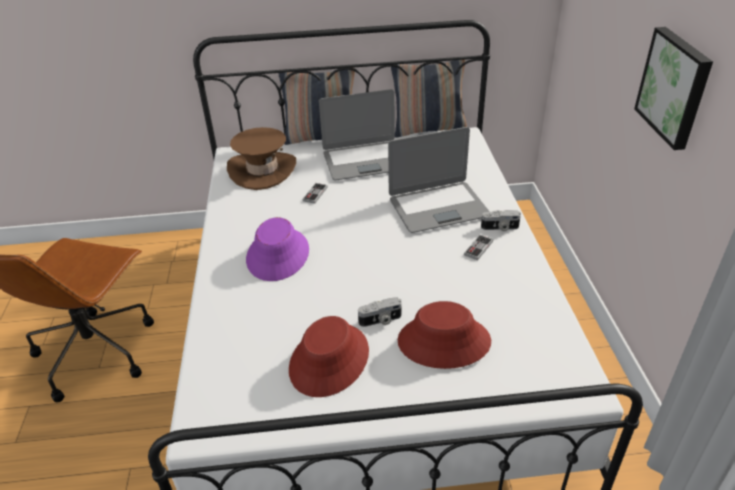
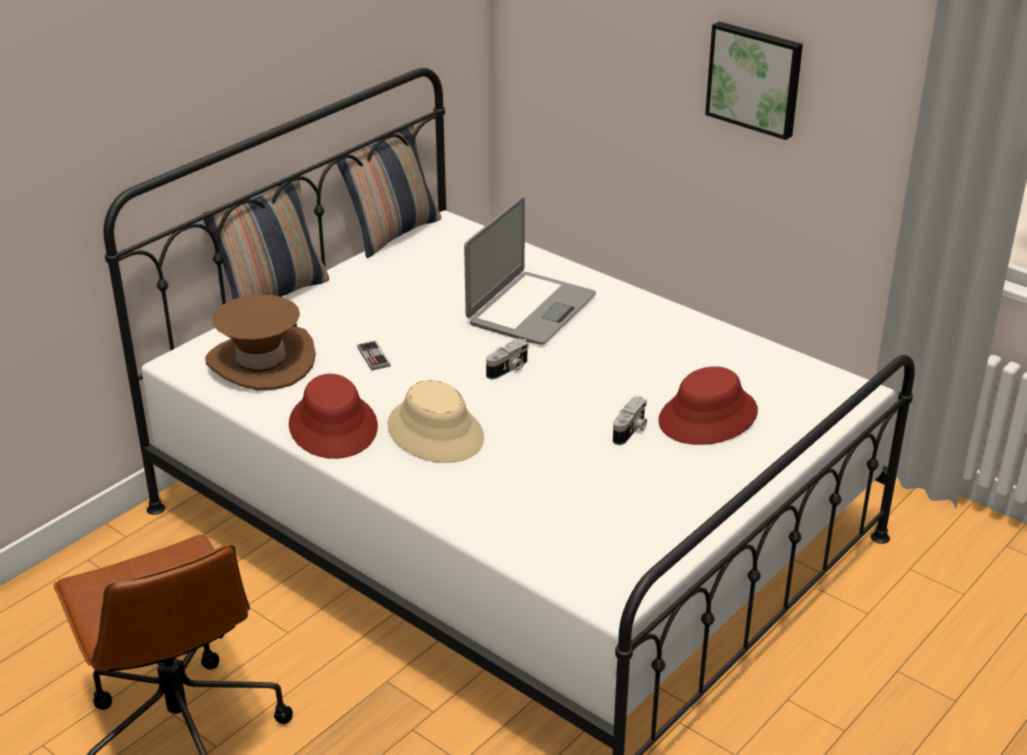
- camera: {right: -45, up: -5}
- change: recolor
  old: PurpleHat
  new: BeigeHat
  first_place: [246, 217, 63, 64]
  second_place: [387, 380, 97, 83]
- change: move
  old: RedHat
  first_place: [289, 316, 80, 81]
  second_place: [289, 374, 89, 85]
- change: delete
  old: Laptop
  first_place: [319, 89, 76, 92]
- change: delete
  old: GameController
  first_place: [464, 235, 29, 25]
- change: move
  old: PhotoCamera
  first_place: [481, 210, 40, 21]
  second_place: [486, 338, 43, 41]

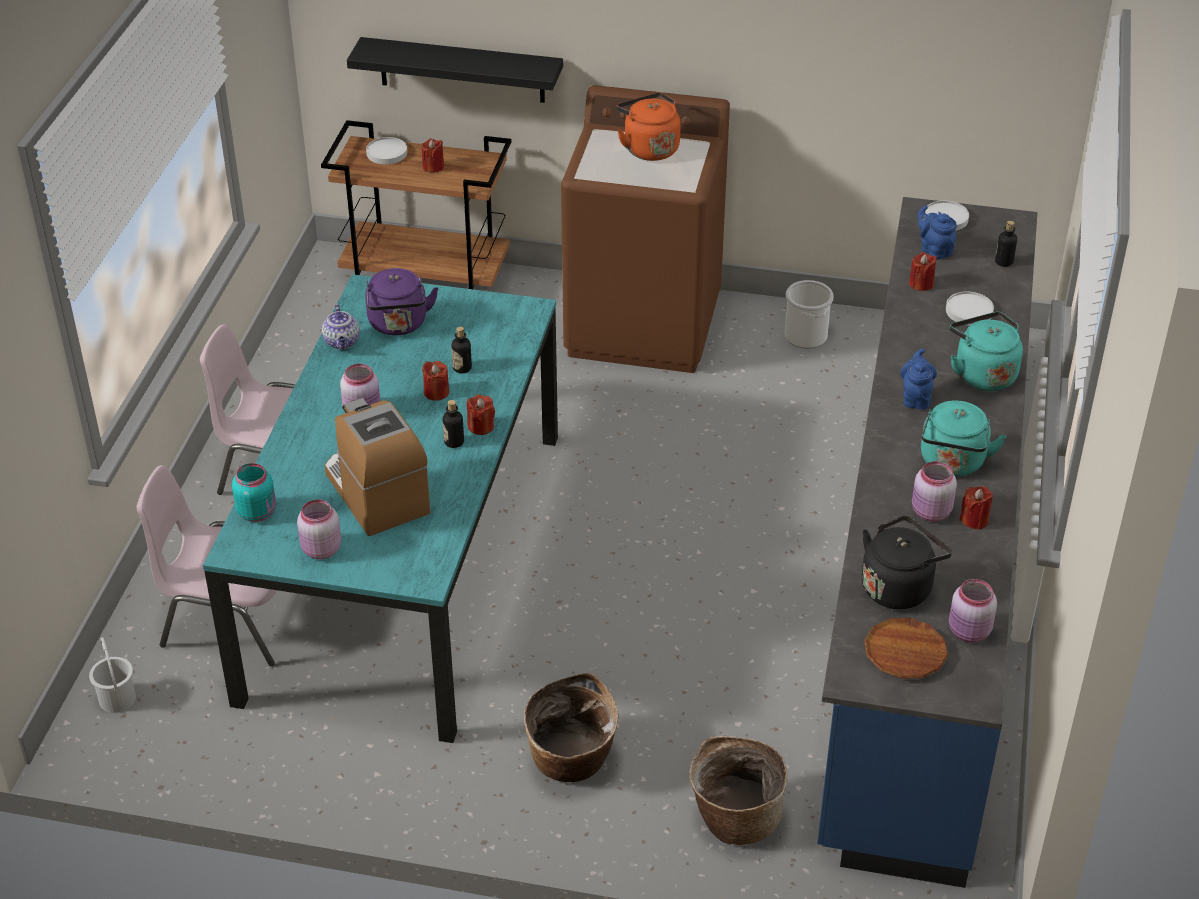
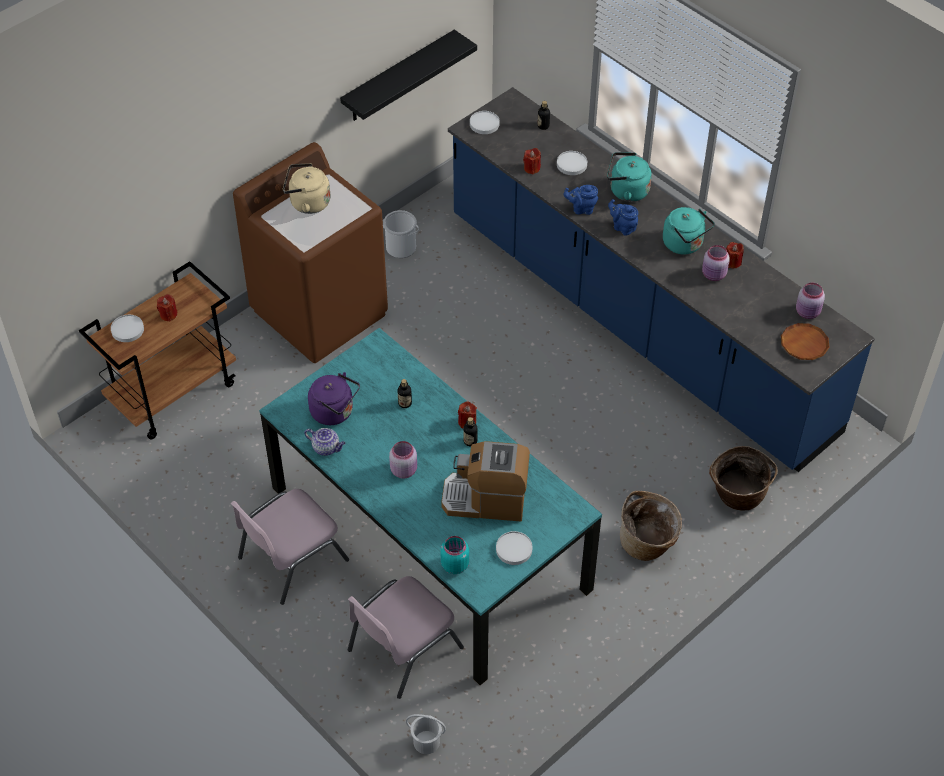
- camera: {right: -55, up: 10}
- change: replace
  old: PinkJar
  new: WhitePlate
  first_place: [297, 500, 44, 59]
  second_place: [496, 531, 36, 34]
- change: move
  old: BlackShelf
  first_place: [347, 37, 216, 66]
  second_place: [340, 29, 137, 92]
- change: delete
  old: RedCandle
  first_place: [422, 361, 27, 40]
- change: recolor
  old: OrangeKettle
  new: BeigeKettle
  first_place: [616, 92, 65, 69]
  second_place: [283, 163, 48, 51]
- change: delete
  old: BlackKettle
  first_place: [862, 516, 90, 93]
- change: move
  old: BlueTeapot
  first_place: [918, 205, 39, 54]
  second_place: [564, 185, 34, 30]

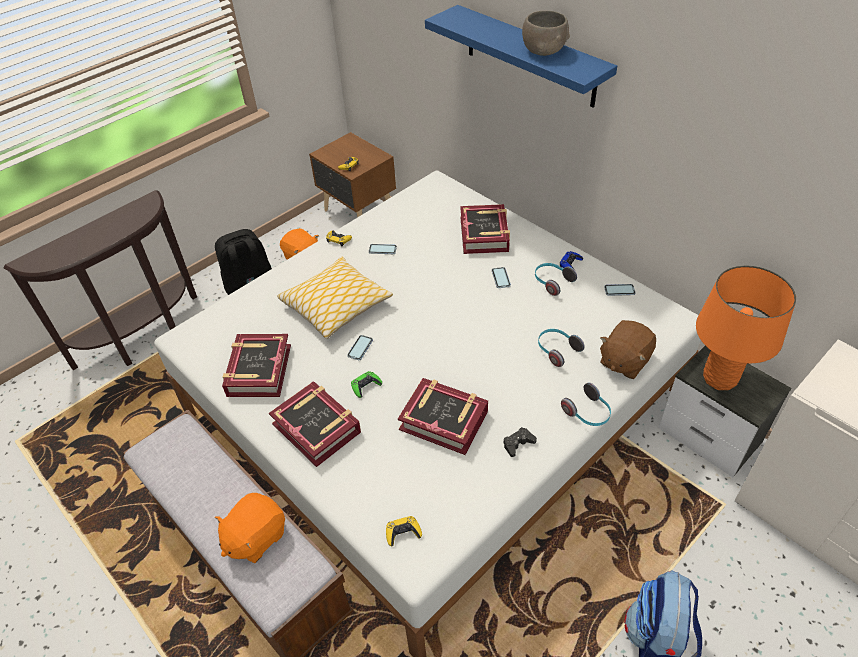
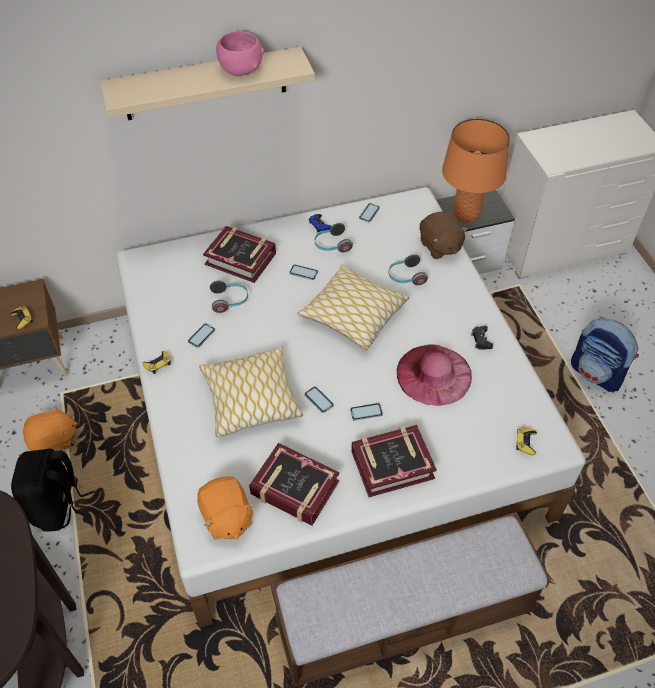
- camera: {right: -65, up: 5}
- change: move
  old: OrangePlushToy
  first_place: [215, 493, 70, 70]
  second_place: [197, 476, 58, 64]
- change: replace
  old: GreenGameController
  new: Phone
  first_place: [351, 371, 31, 27]
  second_place: [350, 403, 33, 18]
- change: replace
  old: Book
  new: PinkHat
  first_place: [398, 378, 90, 77]
  second_place: [397, 344, 75, 62]
- change: recolor
  old: BlueShelf
  new: BeigeShelf
  first_place: [425, 5, 192, 103]
  second_place: [100, 47, 215, 73]
- change: recolor
  old: GreyBowl
  new: PinkBowl
  first_place: [522, 11, 48, 45]
  second_place: [216, 31, 48, 45]
- change: move
  old: Headphones
  first_place: [561, 383, 50, 43]
  second_place: [210, 281, 38, 32]
- change: insert
  new: Pillow
  second_place: [297, 264, 112, 86]

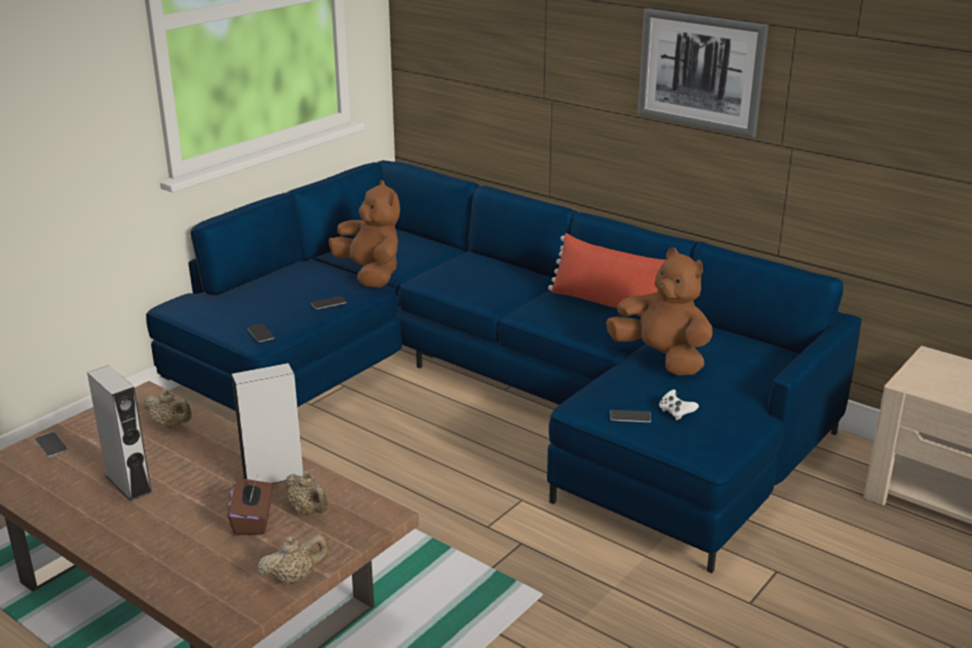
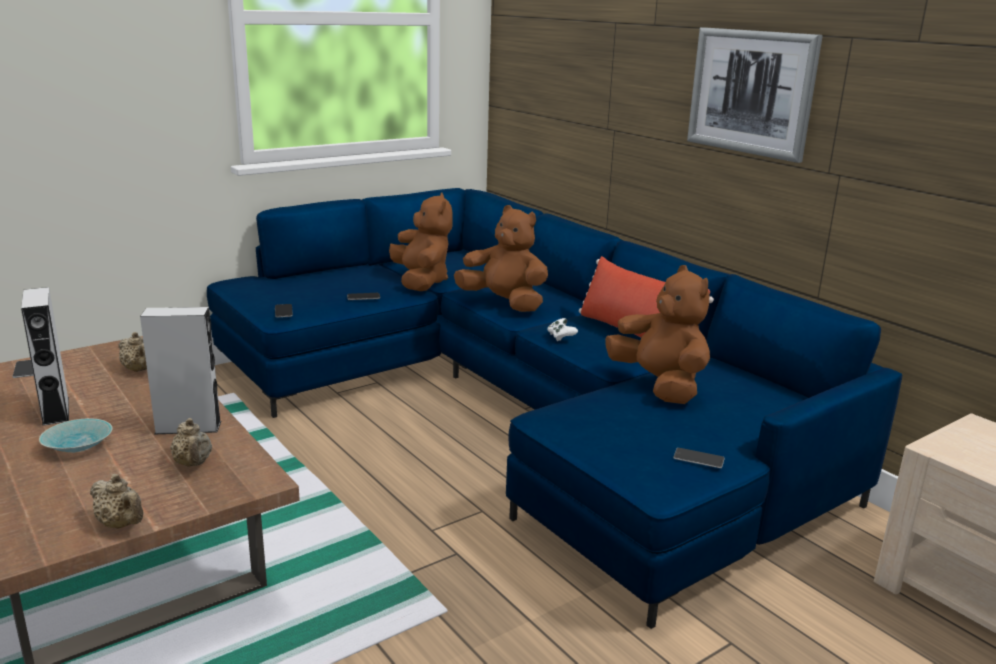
- camera: {right: 15, up: -5}
- change: delete
  old: BrownTissueBox
  first_place: [228, 478, 45, 57]
- change: rotate
  old: BeigeTeapot
  first_place: [257, 535, 72, 50]
  second_place: [90, 474, 53, 54]
  degrees: 45
- change: move
  old: Phone
  first_place: [610, 410, 41, 12]
  second_place: [673, 448, 52, 20]
- change: move
  old: WhiteGameController
  first_place: [659, 390, 40, 30]
  second_place: [547, 318, 31, 23]
- change: insert
  new: TurquoiseBowl
  second_place: [39, 418, 74, 35]
- change: insert
  new: BrownPlushToy
  second_place: [454, 205, 94, 107]

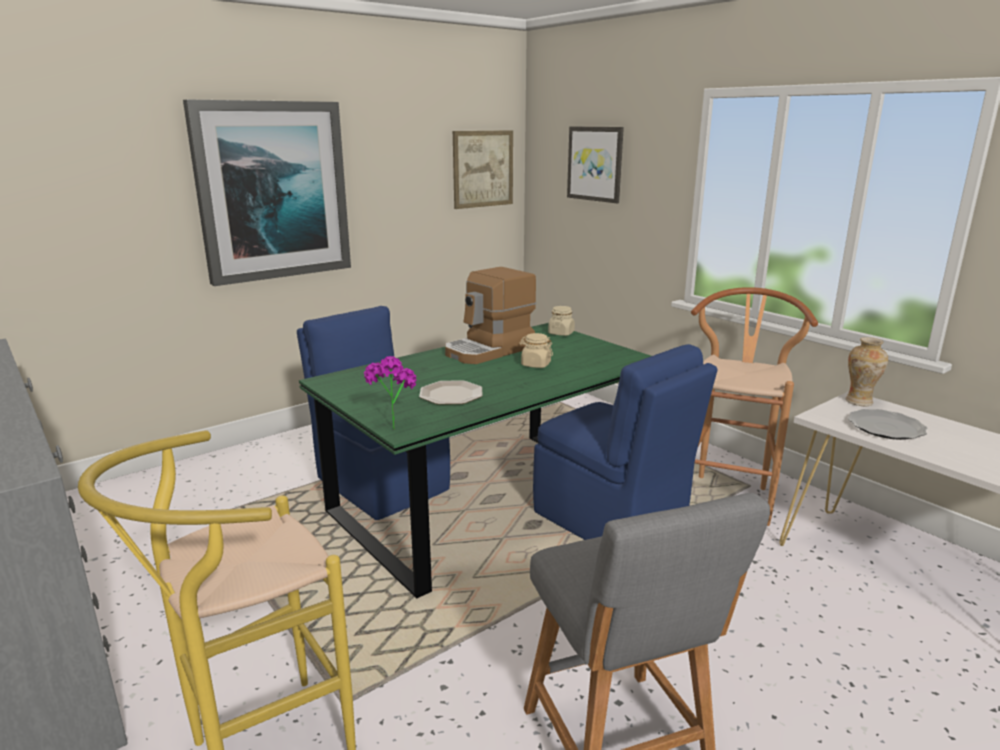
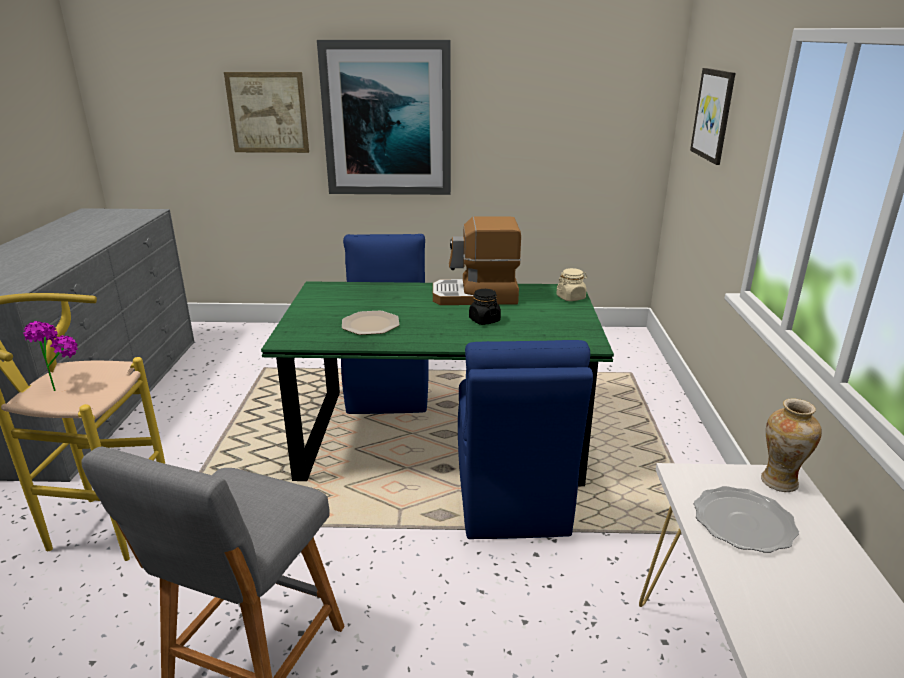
- camera: {right: 40, up: 5}
- change: move
  old: PottedPlant
  first_place: [364, 356, 53, 74]
  second_place: [23, 321, 55, 70]
- change: move
  old: Picture
  first_place: [453, 130, 60, 79]
  second_place: [224, 72, 85, 81]
- change: recolor
  old: BeigeJar
  new: BlackJar
  first_place: [520, 333, 33, 35]
  second_place: [469, 289, 32, 36]
- change: delete
  old: BrownStool
  first_place: [691, 287, 127, 239]

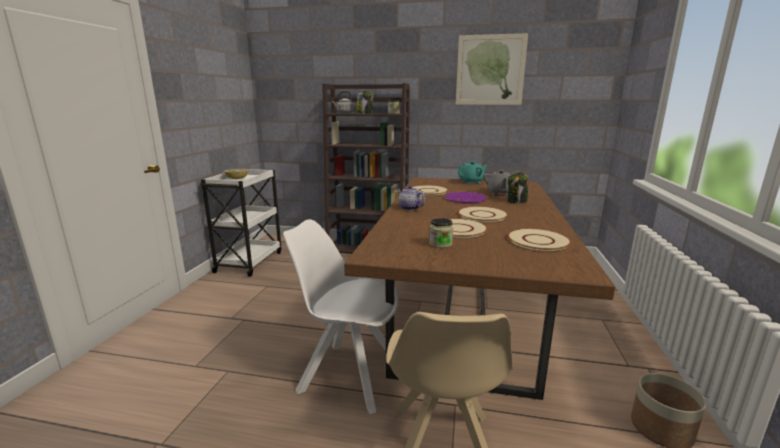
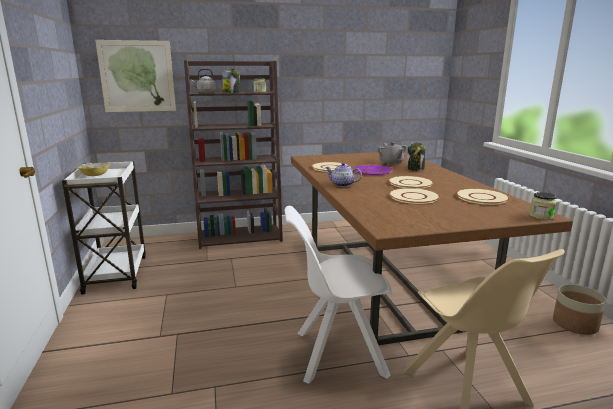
- camera: {right: -25, up: 0}
- change: move
  old: Jar
  first_place: [429, 218, 24, 30]
  second_place: [530, 192, 27, 28]
- change: move
  old: Picture
  first_place: [456, 33, 72, 72]
  second_place: [95, 40, 81, 72]
- change: delete
  old: TurquoiseTeapot
  first_place: [457, 161, 30, 23]

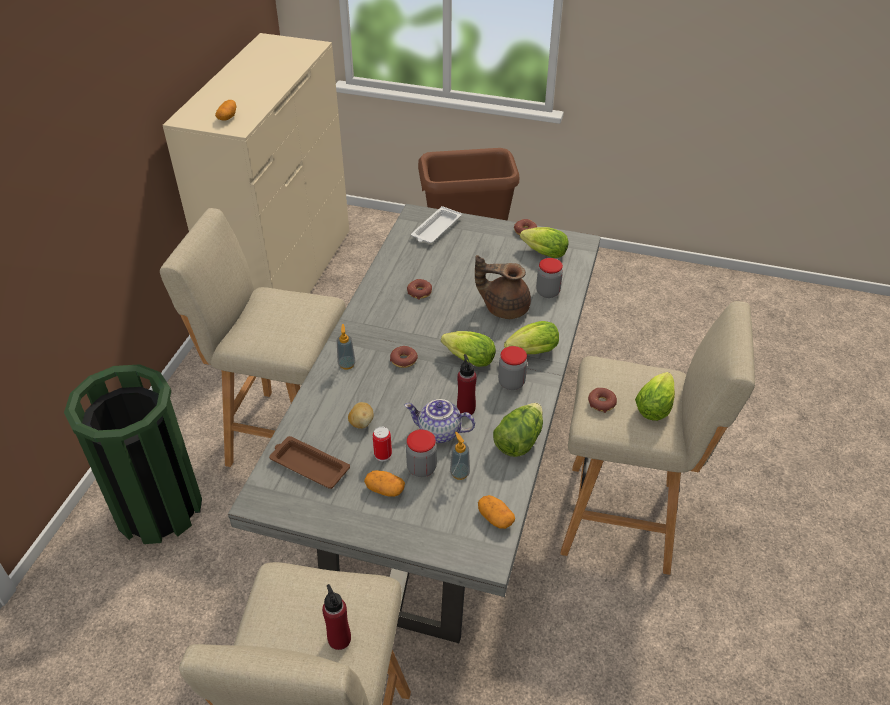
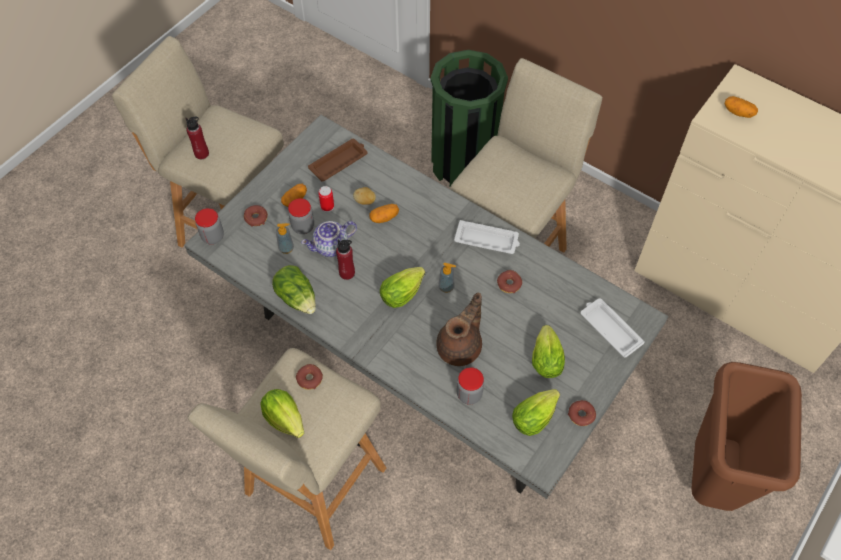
- camera: {right: 110, up: 15}
- change: move
  old: SoapDispenser
  first_place: [337, 324, 19, 46]
  second_place: [438, 263, 18, 30]
- change: move
  old: Donut
  first_place: [390, 346, 28, 22]
  second_place: [244, 205, 24, 21]
- change: rotate
  old: Teapot
  first_place: [404, 399, 71, 44]
  second_place: [301, 221, 56, 36]
  degrees: -150
- change: move
  old: Potato
  first_place: [478, 495, 37, 34]
  second_place: [369, 204, 30, 19]
- change: move
  old: Jar
  first_place: [498, 346, 29, 44]
  second_place: [195, 208, 29, 36]
- change: move
  old: Lettuce
  first_place: [504, 321, 55, 33]
  second_place: [532, 325, 33, 53]
- change: insert
  new: WhiteTray
  second_place: [454, 220, 66, 34]

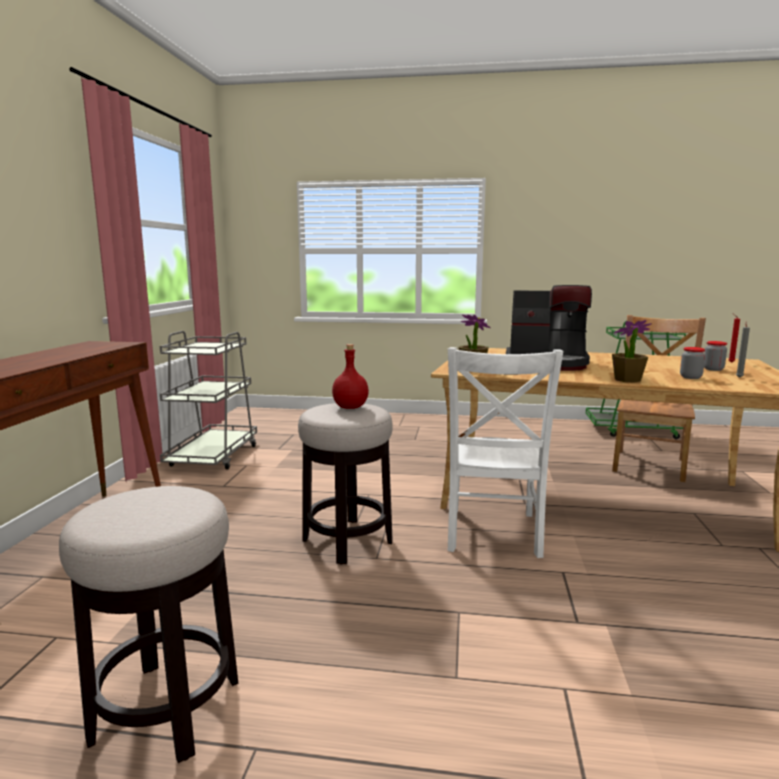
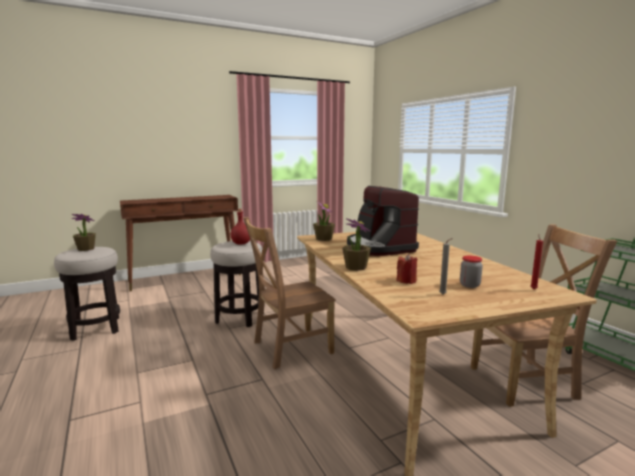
- camera: {right: 55, up: 0}
- change: delete
  old: GreyCart
  first_place: [160, 331, 97, 139]
- change: recolor
  old: WhiteChair
  new: BrownChair
  first_place: [448, 347, 115, 211]
  second_place: [243, 217, 93, 152]
- change: replace
  old: Jar
  new: RedCandle
  first_place: [680, 347, 25, 32]
  second_place: [396, 254, 21, 30]
- change: insert
  new: PottedPlant
  second_place: [71, 214, 25, 37]

